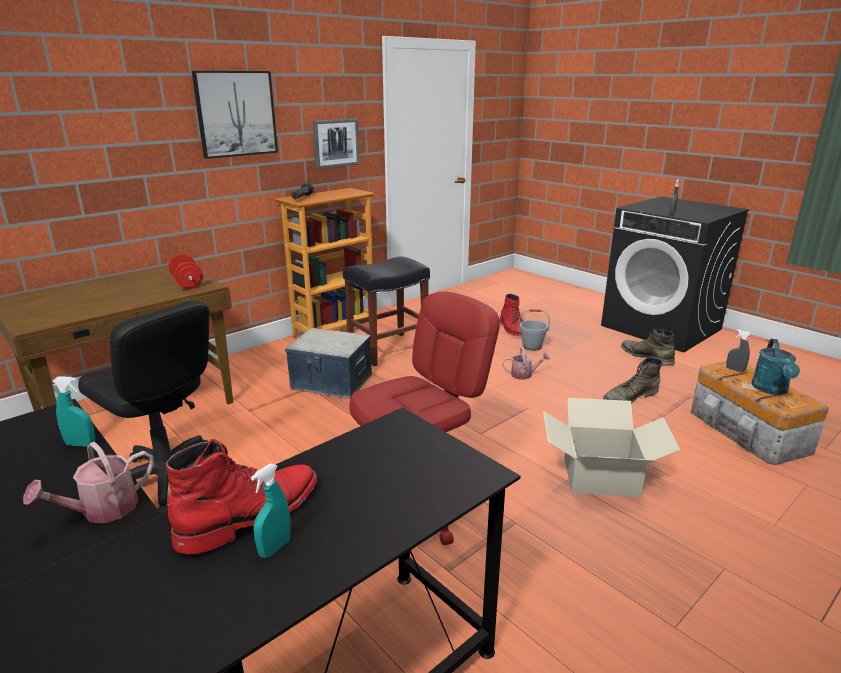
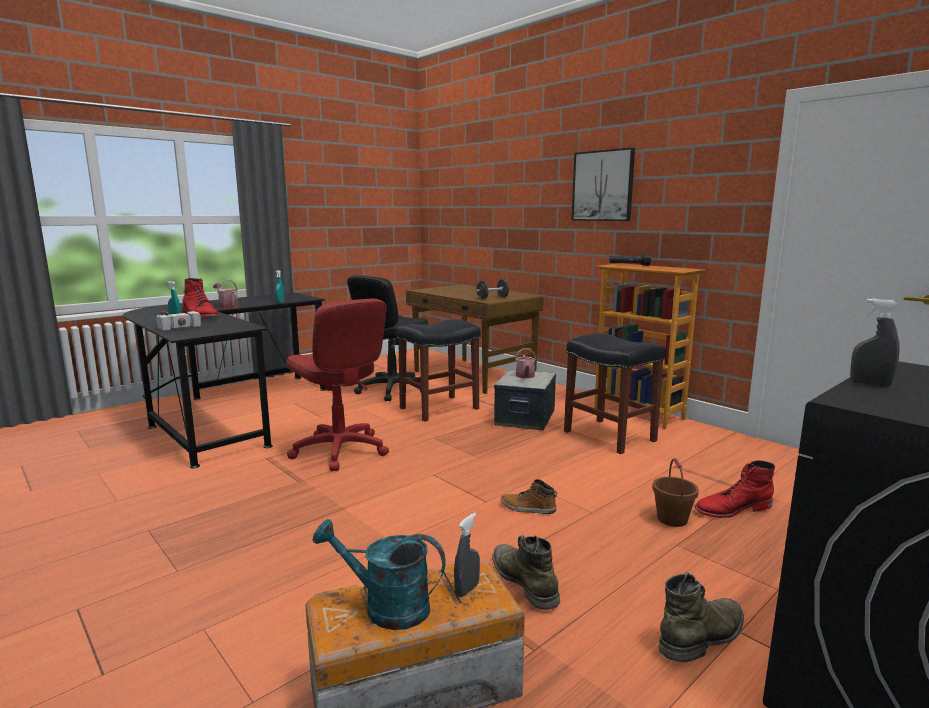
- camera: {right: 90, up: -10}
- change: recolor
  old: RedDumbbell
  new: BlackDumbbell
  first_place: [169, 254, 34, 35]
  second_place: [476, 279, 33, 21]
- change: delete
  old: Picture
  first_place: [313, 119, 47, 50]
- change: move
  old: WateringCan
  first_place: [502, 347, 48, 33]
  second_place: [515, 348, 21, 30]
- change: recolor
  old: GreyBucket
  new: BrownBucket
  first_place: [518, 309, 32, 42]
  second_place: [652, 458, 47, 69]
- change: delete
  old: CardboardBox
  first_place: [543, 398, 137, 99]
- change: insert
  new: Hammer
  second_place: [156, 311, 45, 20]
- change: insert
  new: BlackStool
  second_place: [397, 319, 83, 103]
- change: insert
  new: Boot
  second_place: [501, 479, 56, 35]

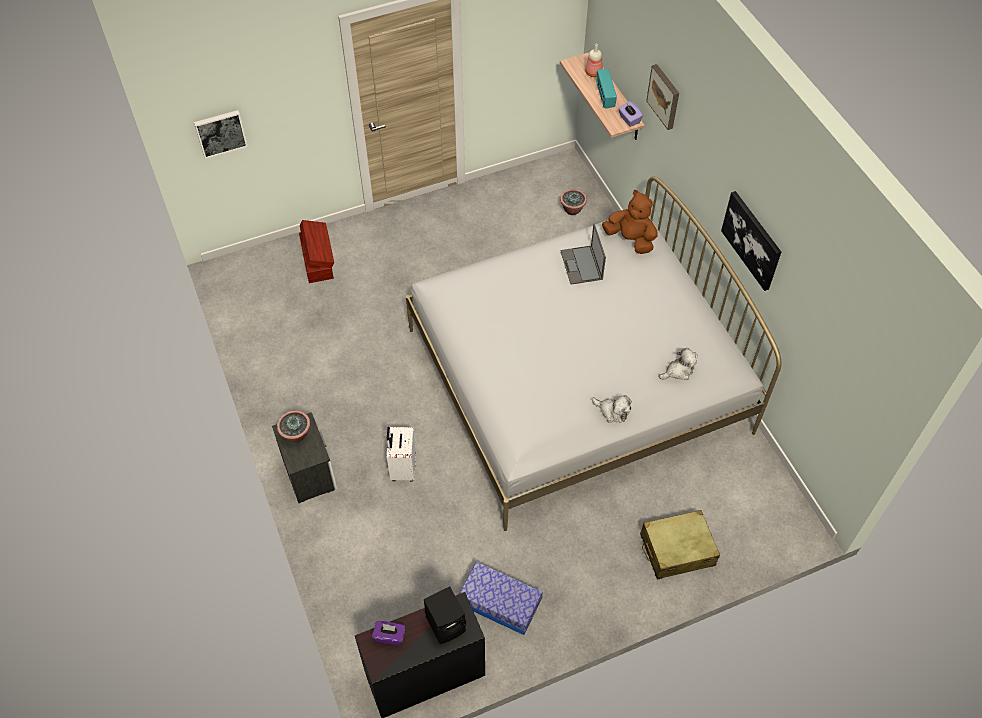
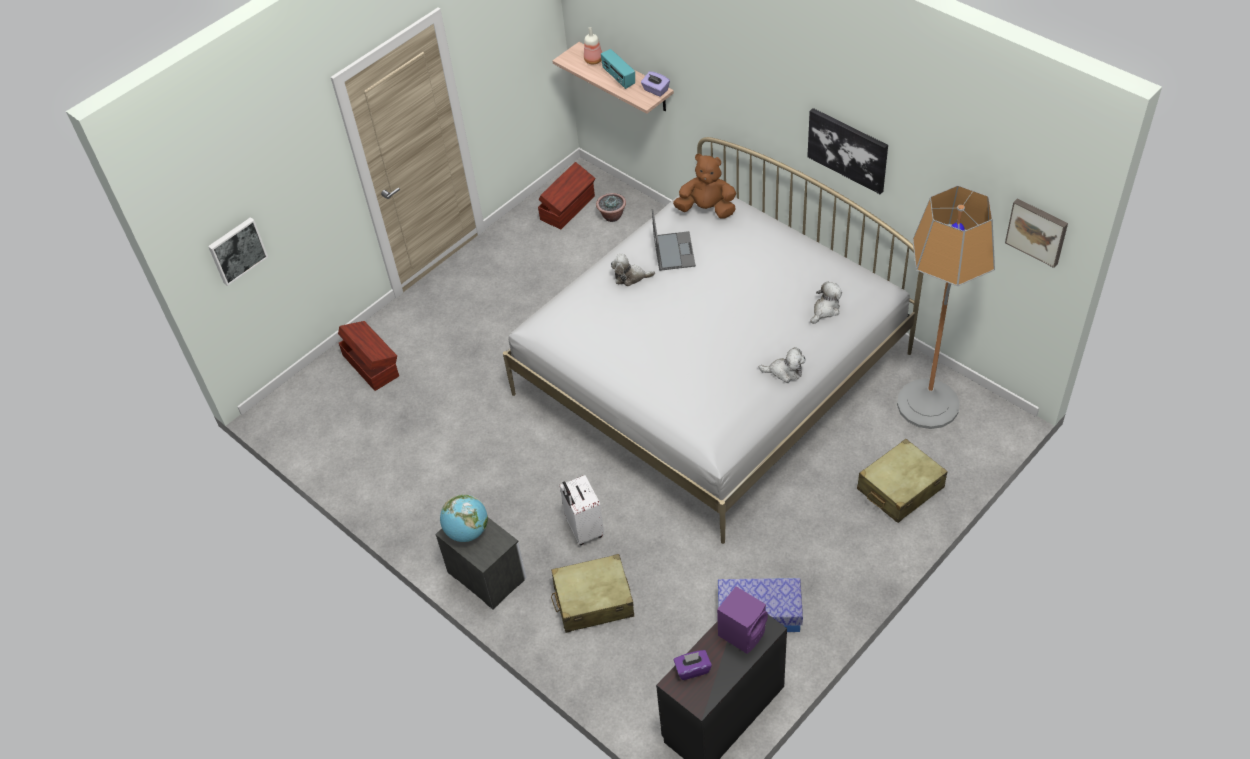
- camera: {right: -20, up: -5}
- change: replace
  old: PottedPlant
  new: Globe
  first_place: [277, 410, 33, 32]
  second_place: [440, 494, 48, 48]
- change: recolor
  old: BlackSpeaker
  new: PurpleSpeaker
  first_place: [424, 586, 42, 58]
  second_place: [717, 587, 51, 67]
- change: rotate
  old: Laptop
  first_place: [560, 224, 46, 61]
  second_place: [652, 209, 44, 62]
  degrees: -150
- change: move
  old: Picture
  first_place: [646, 64, 33, 66]
  second_place: [1005, 198, 63, 70]
- change: insert
  new: BrownStorageBox
  second_place: [538, 162, 58, 67]
- change: insert
  new: BeigeSuitcase
  second_place: [551, 554, 83, 79]
- change: insert
  new: PlushToy
  second_place: [611, 254, 44, 32]
- change: insert
  new: FloorLamp
  second_place: [897, 185, 98, 244]

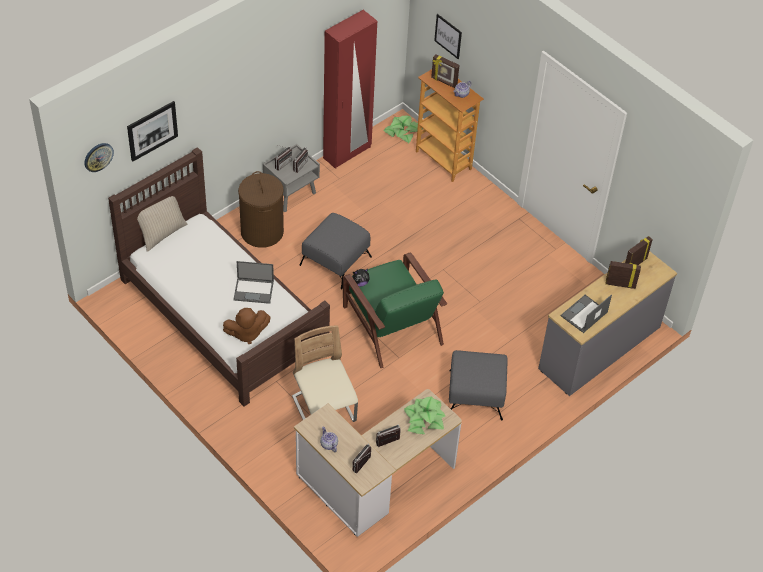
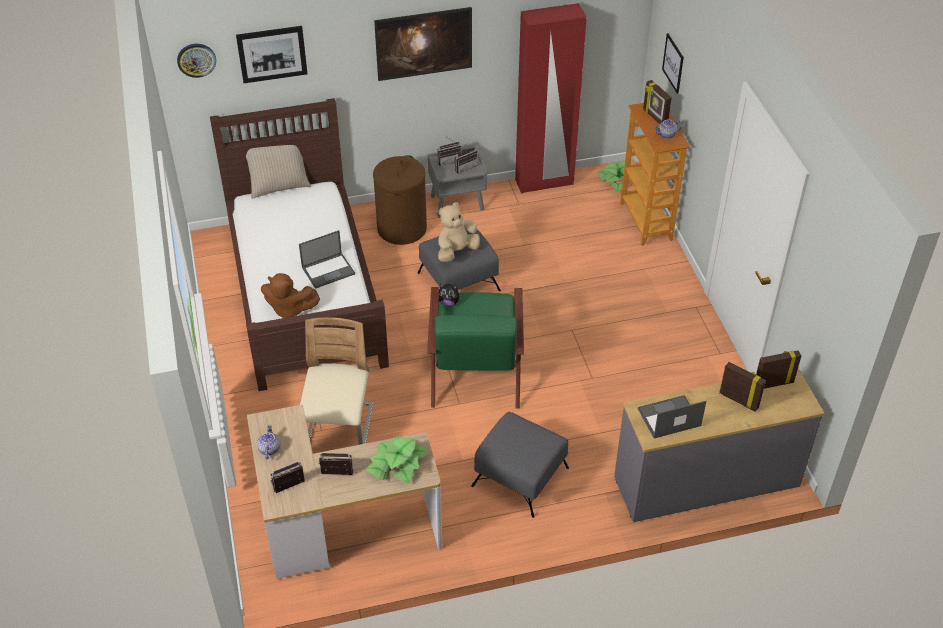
- camera: {right: 30, up: -5}
- change: rotate
  old: Laptop
  first_place: [233, 261, 41, 43]
  second_place: [299, 230, 56, 59]
  degrees: -60
- change: insert
  new: Picture
  second_place: [374, 7, 98, 74]
- change: insert
  new: BeigePlushToy
  second_place: [438, 202, 42, 60]

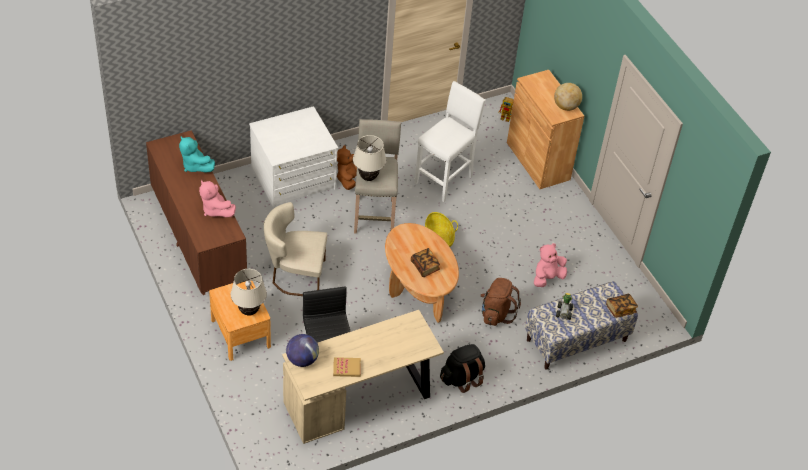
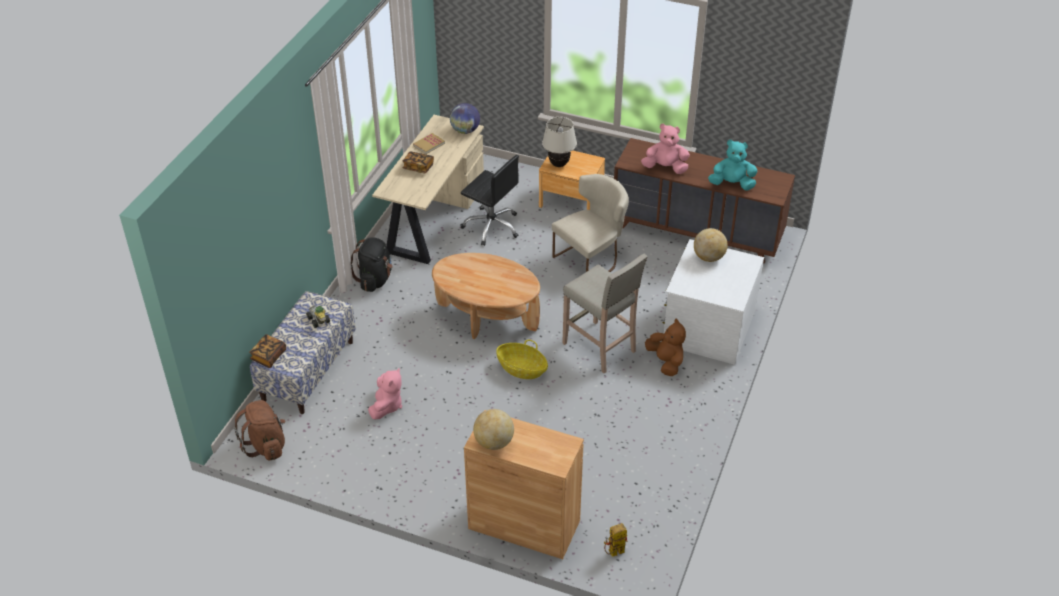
- camera: {right: 140, up: -5}
- change: delete
  old: BeigeTableLamp
  first_place: [353, 135, 33, 46]
- change: move
  old: Book
  first_place: [411, 248, 29, 29]
  second_place: [403, 151, 31, 23]
- change: delete
  old: WhiteStool
  first_place: [415, 81, 71, 121]
- change: move
  old: BrownBackpack
  first_place: [480, 278, 41, 48]
  second_place: [234, 400, 51, 61]
- change: insert
  new: Globe
  second_place: [694, 228, 34, 34]

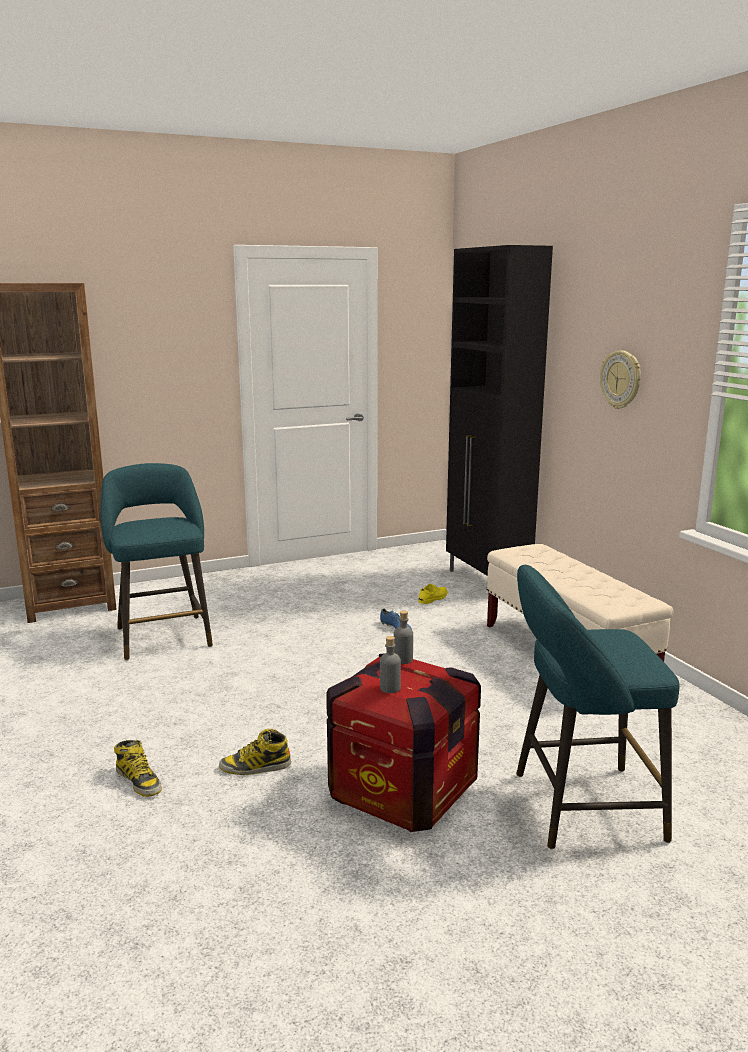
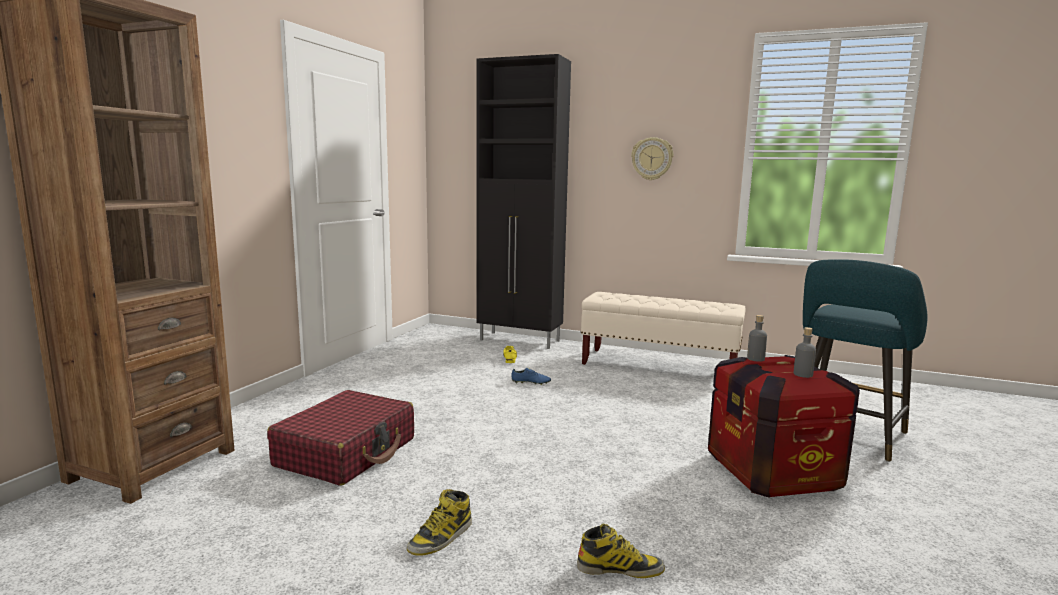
- camera: {right: -45, up: -5}
- change: replace
  old: TurquoiseStool
  new: RedSuitcase
  first_place: [101, 463, 112, 198]
  second_place: [267, 390, 147, 96]
- change: move
  old: Boot
  first_place: [219, 729, 72, 46]
  second_place: [407, 489, 65, 67]

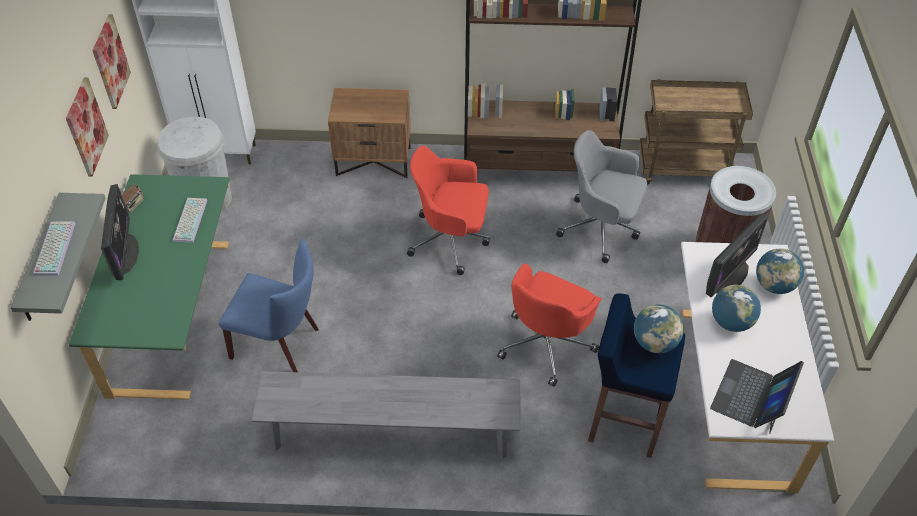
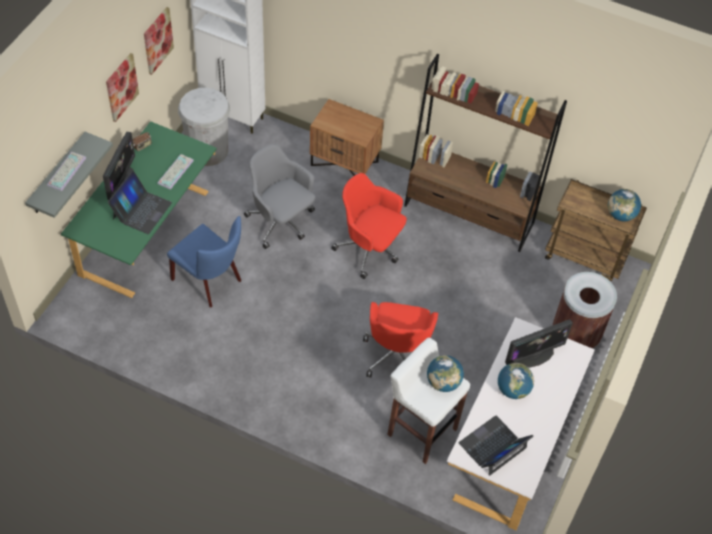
- camera: {right: 20, up: 5}
- change: delete
  old: GreyBench
  first_place: [251, 371, 269, 88]
- change: rotate
  old: RedOfficeChair
  first_place: [497, 263, 105, 124]
  second_place: [363, 302, 75, 75]
  degrees: -45
- change: move
  old: GreyOfficeChair
  first_place: [556, 130, 91, 133]
  second_place: [244, 144, 72, 105]
- change: recolor
  old: BlueStool
  new: WhiteStool
  first_place: [588, 293, 97, 165]
  second_place: [387, 338, 83, 126]
- change: move
  old: Globe
  first_place: [756, 248, 48, 46]
  second_place: [608, 189, 33, 32]
- change: insert
  new: Laptop
  second_place: [108, 171, 64, 63]

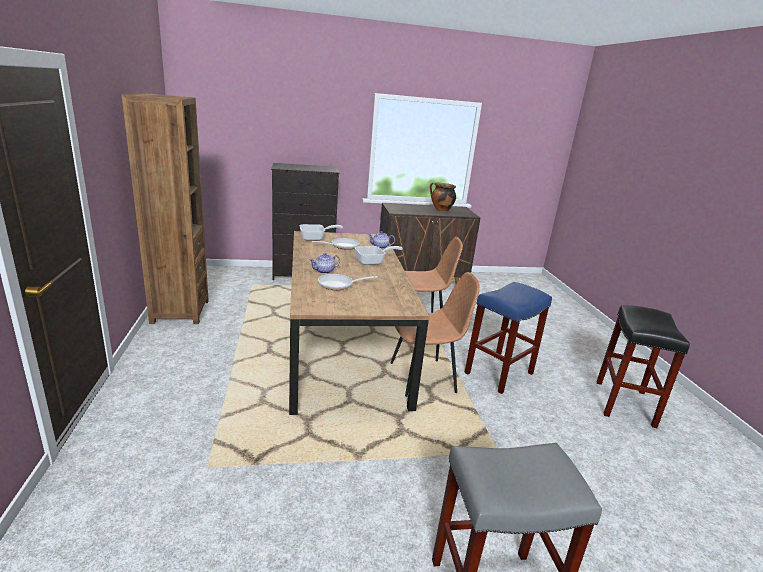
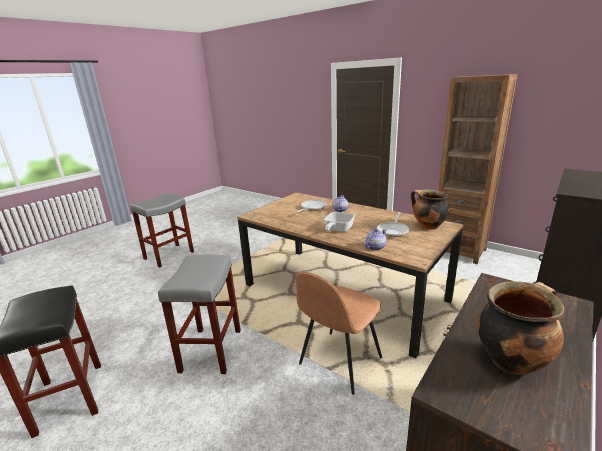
- camera: {right: 140, up: 0}
- change: replace
  old: FryingPan
  new: CookingPot
  first_place: [299, 224, 44, 17]
  second_place: [411, 189, 38, 41]
- change: delete
  old: BrownChair
  first_place: [391, 272, 89, 125]
- change: recolor
  old: BlueStool
  new: GreyStool
  first_place: [464, 282, 88, 112]
  second_place: [158, 254, 83, 120]

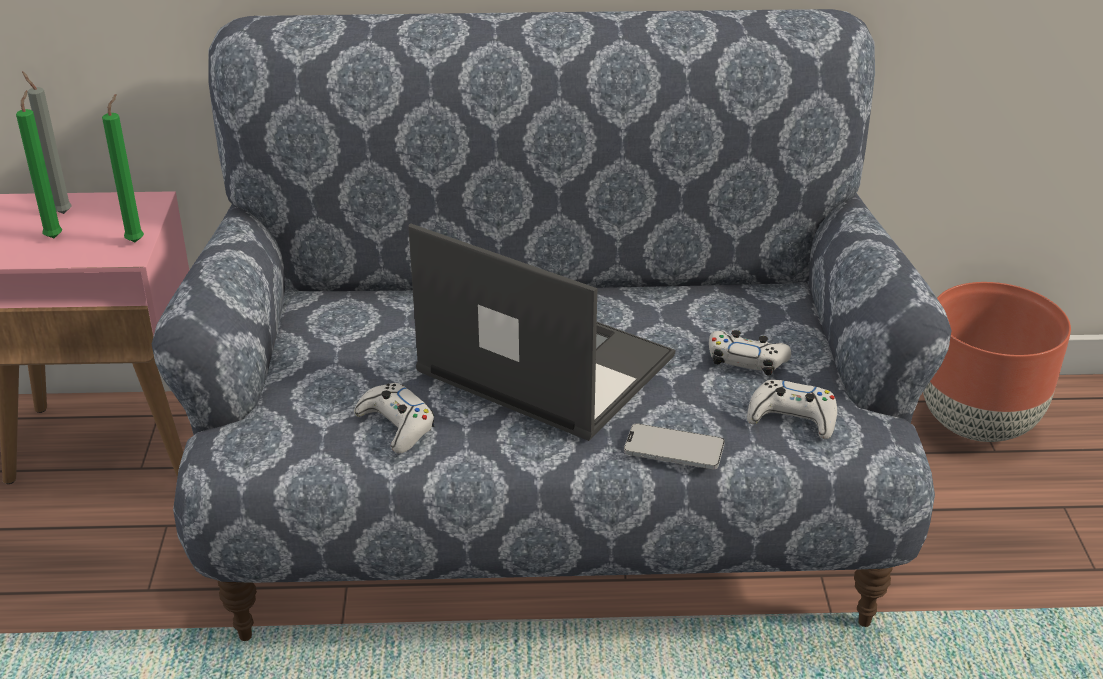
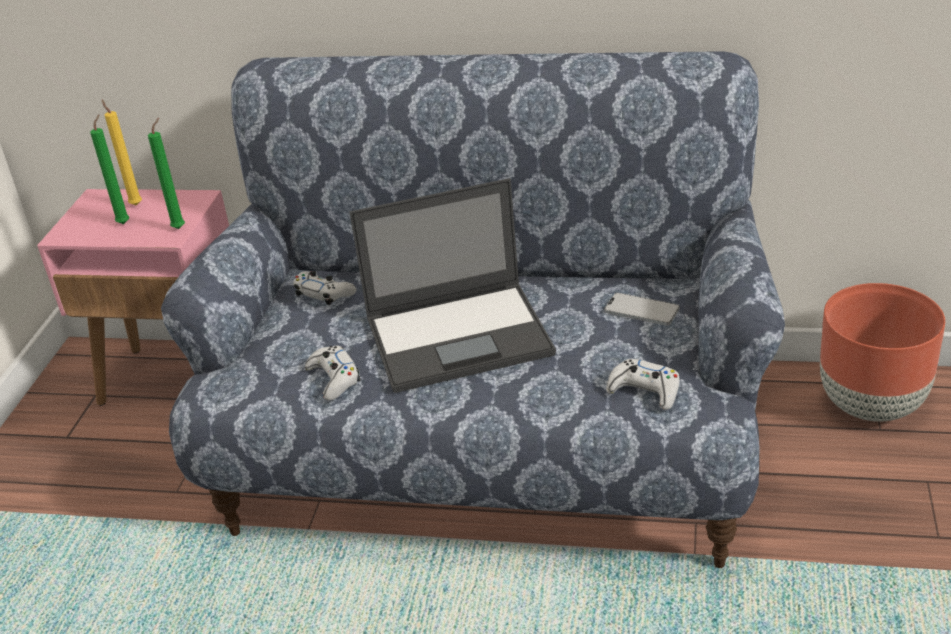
- camera: {right: 15, up: 0}
- change: recolor
  old: GreyCandle
  new: YellowCandle
  first_place: [22, 71, 50, 143]
  second_place: [102, 100, 40, 106]
- change: rotate
  old: Laptop
  first_place: [408, 223, 267, 218]
  second_place: [350, 178, 206, 215]
  degrees: 120
- change: move
  old: Phone
  first_place: [624, 423, 101, 46]
  second_place: [604, 293, 76, 33]
- change: move
  old: WhiteGameController
  first_place: [709, 330, 82, 46]
  second_place: [293, 271, 63, 34]

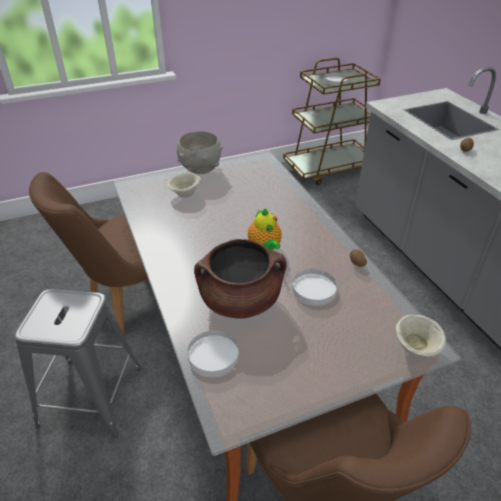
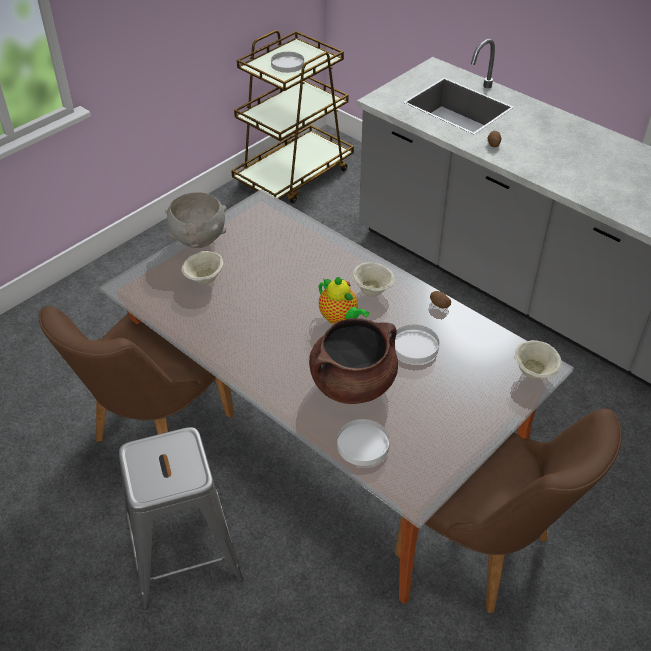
- camera: {right: -25, up: 5}
- change: insert
  new: BeigeBowl
  second_place: [352, 262, 43, 35]

